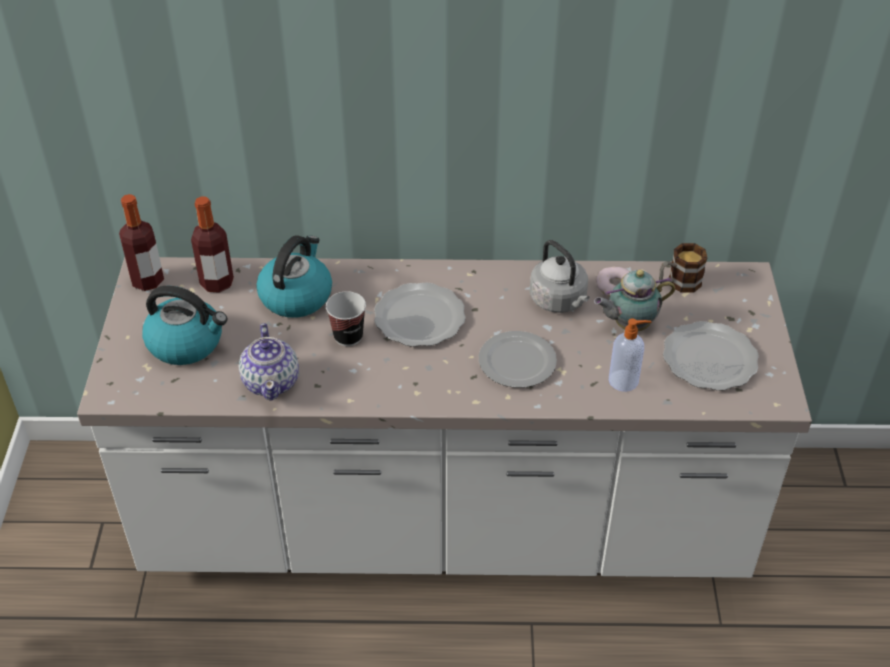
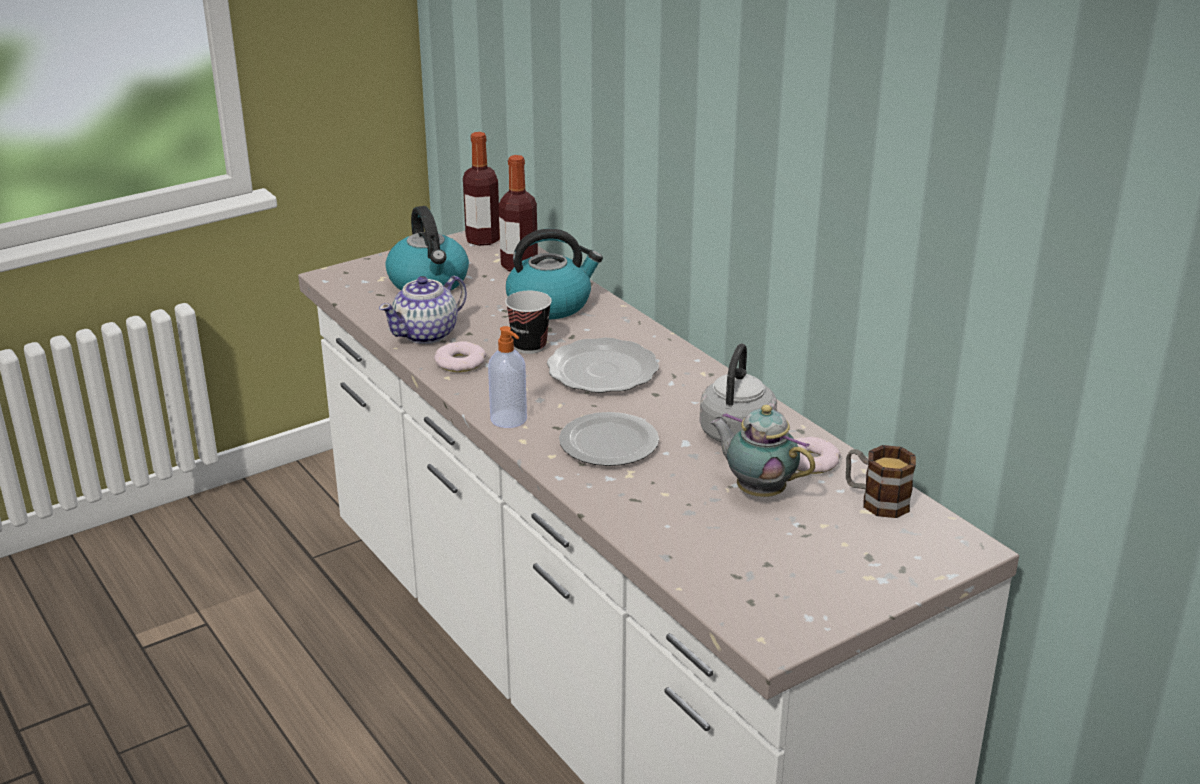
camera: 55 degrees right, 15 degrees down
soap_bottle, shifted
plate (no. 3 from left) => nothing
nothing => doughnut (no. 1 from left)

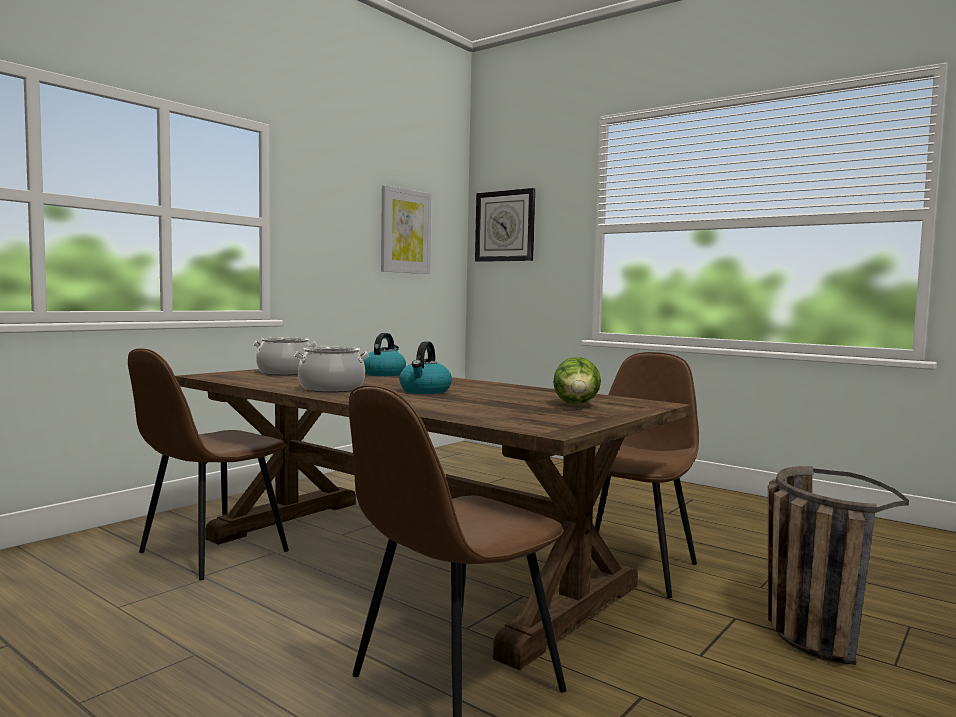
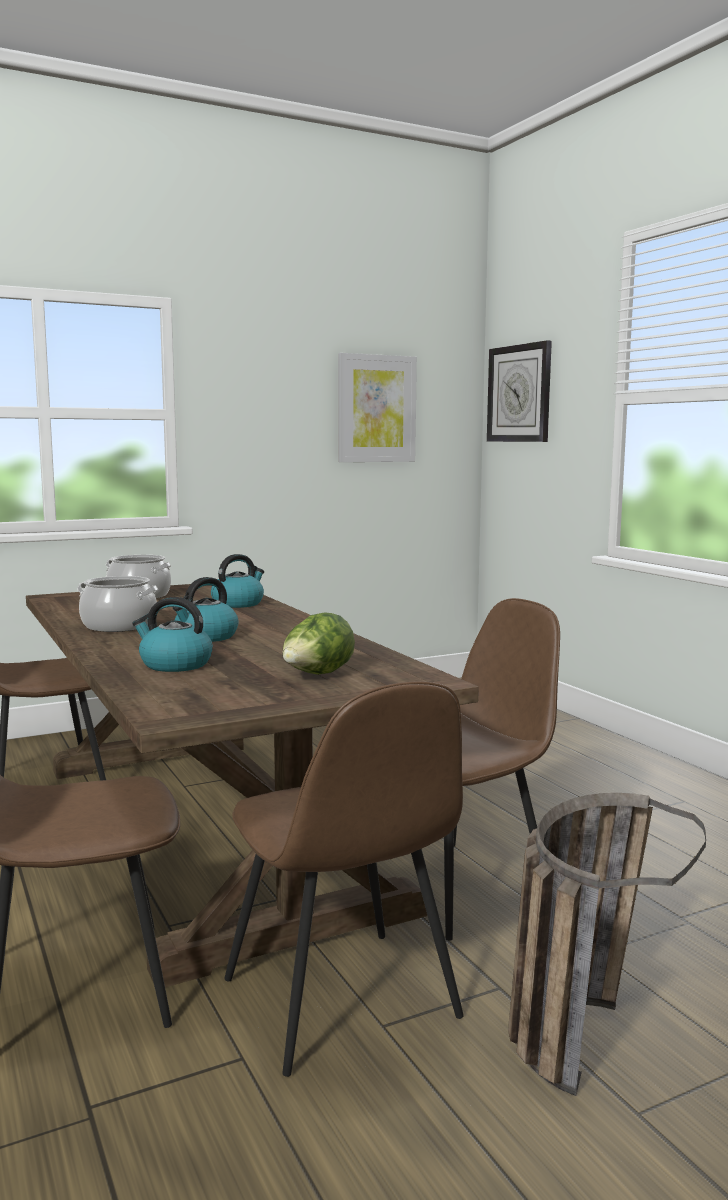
camera: 25 degrees right, 5 degrees up
nothing => kettle (no. 1 from left)
nothing => brown-coloured_upright_chair (no. 3 from left)

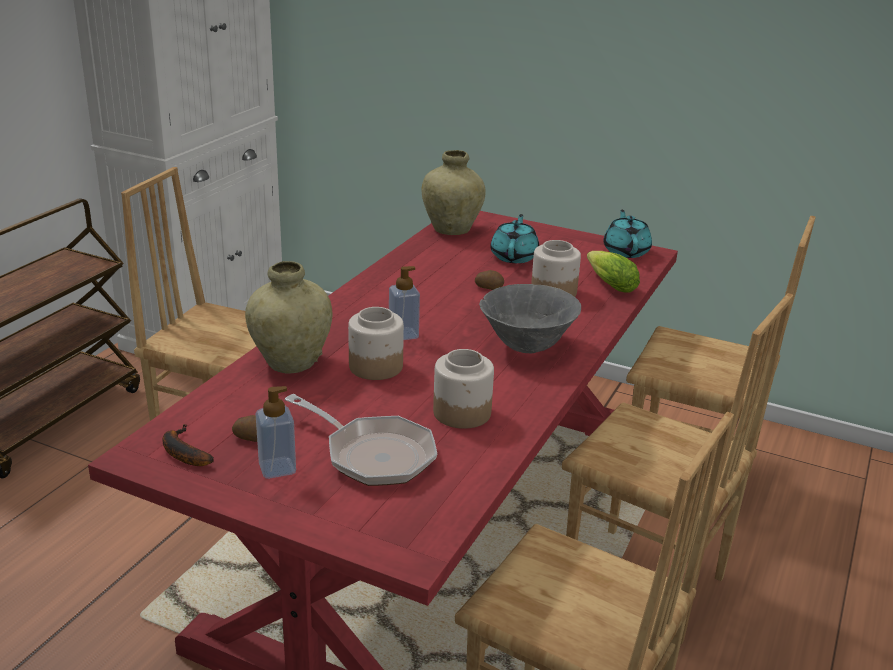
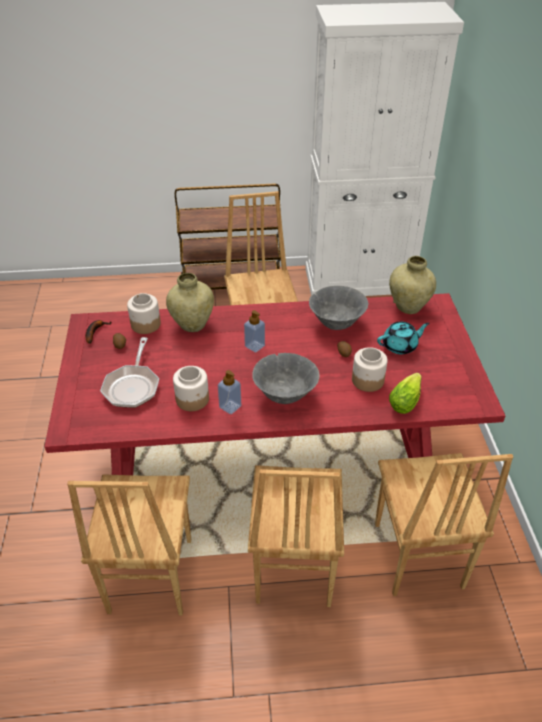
camera: 60 degrees right, 15 degrees up
blue-green_pot_for_tea (no. 2 from left) => nothing
storage_jar (no. 1 from left), shifted
soap_bottle (no. 1 from left), shifted
nothing => gray_deep_dish (no. 2 from left)

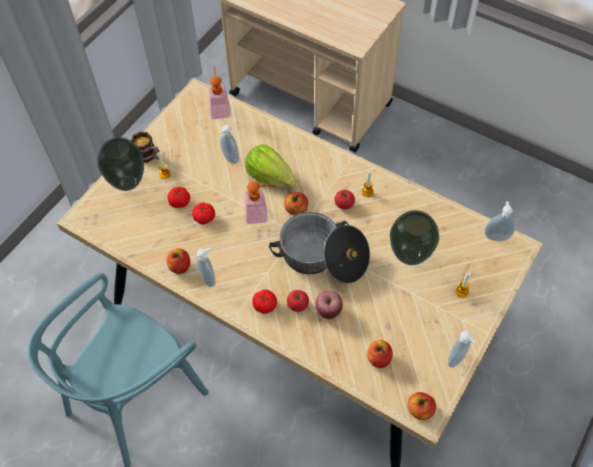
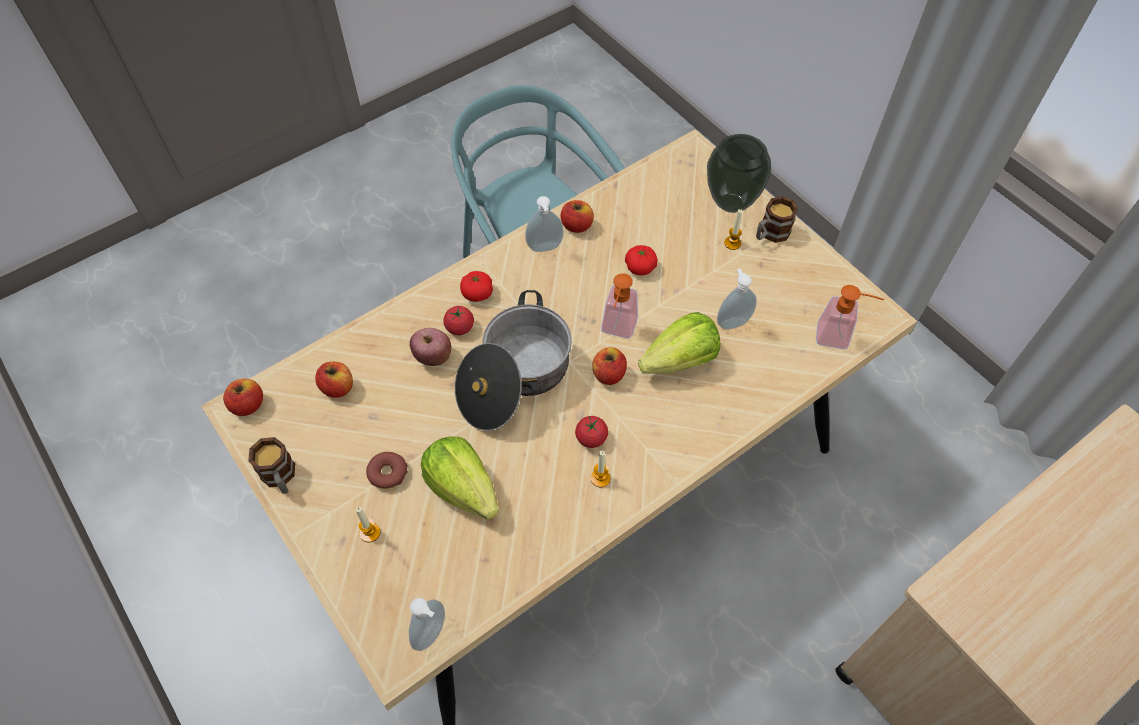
camera: 110 degrees right, 0 degrees up
whole_tomato (no. 1 from left) => nothing
vase (no. 2 from left) => head_of_lettuce (no. 1 from left)
soap_bottle (no. 5 from left) => coffee_mug (no. 1 from left)
nothing => doughnut

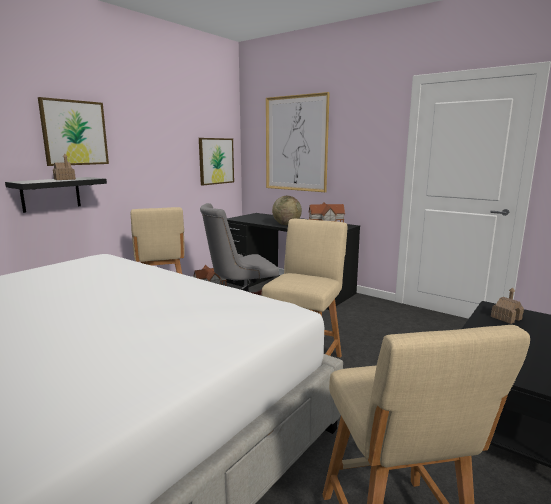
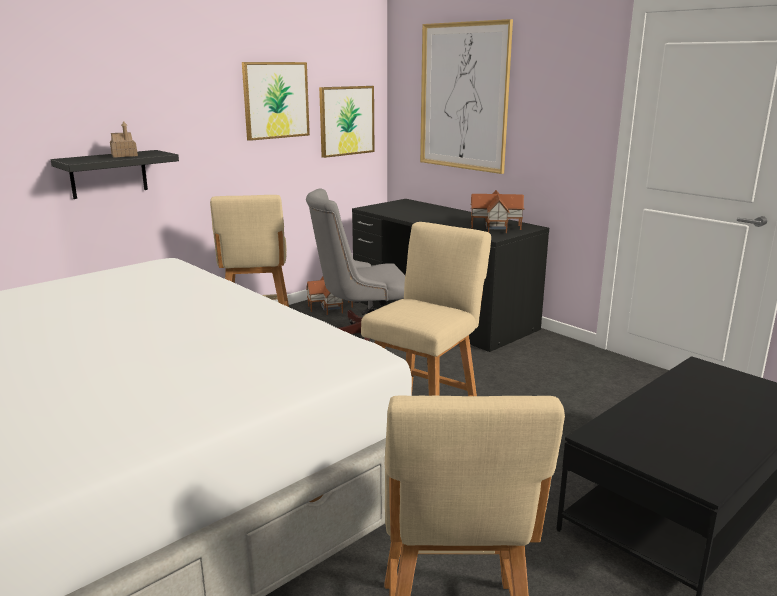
camera: 10 degrees right, 5 degrees up
wall_picture (no. 1 from left), shifted
world_globe => nothing
model_house (no. 4 from left) => nothing

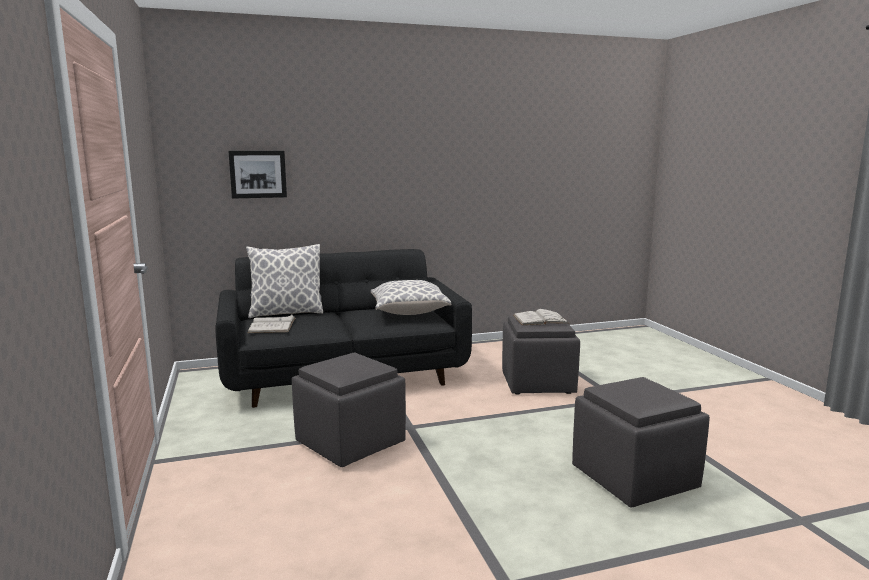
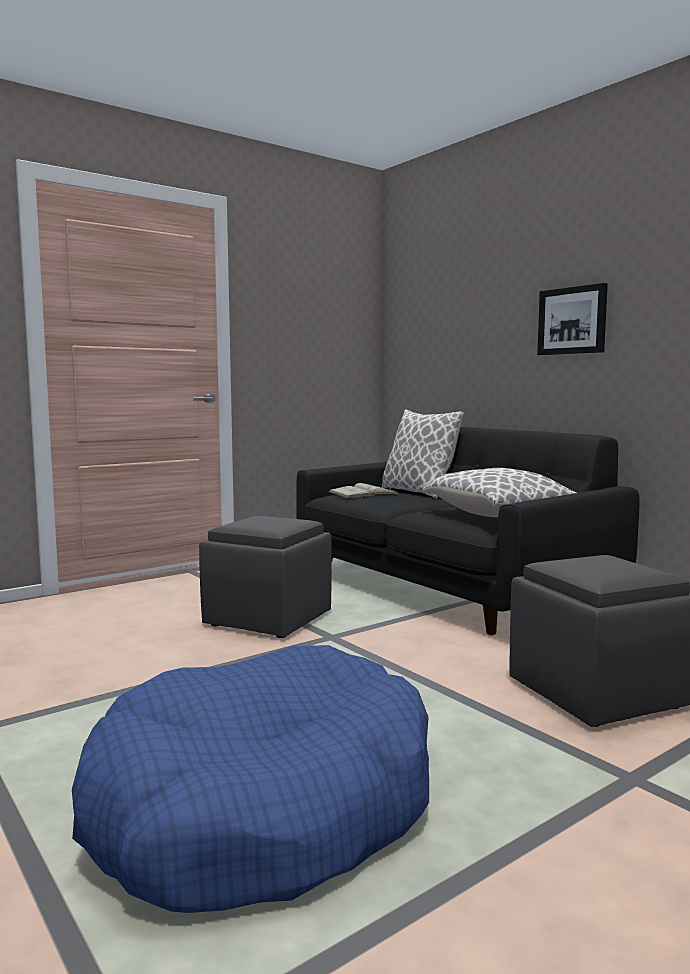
camera: 70 degrees right, 5 degrees down
wall_picture, shifted
white_bound_book (no. 2 from left) => nothing
gray_footrest (no. 3 from left) => bluish_dog_cushion

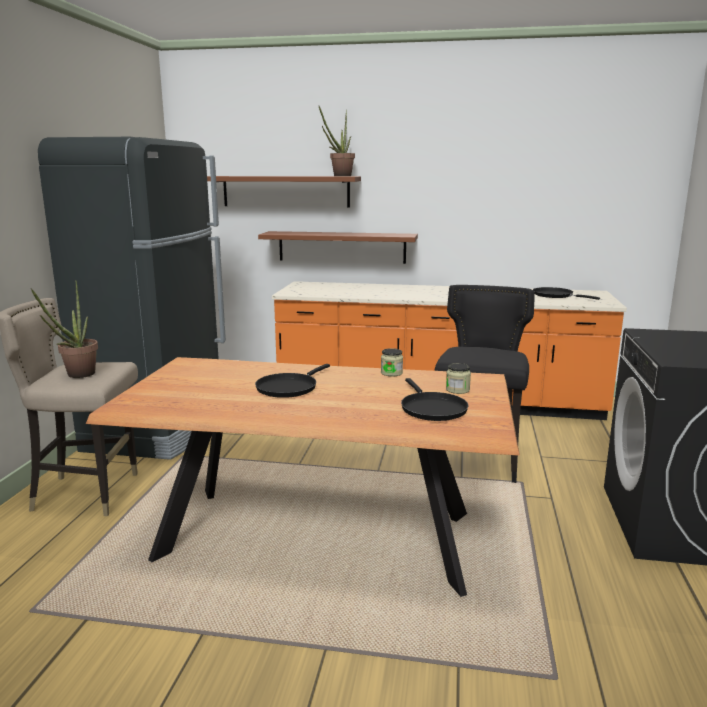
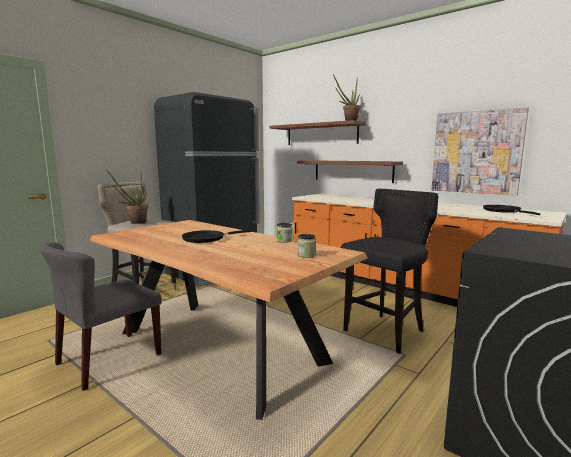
camera: 30 degrees right, 5 degrees down
black_skillet (no. 2 from left) => nothing
nothing => wall_picture
nothing => gray_upright_chair

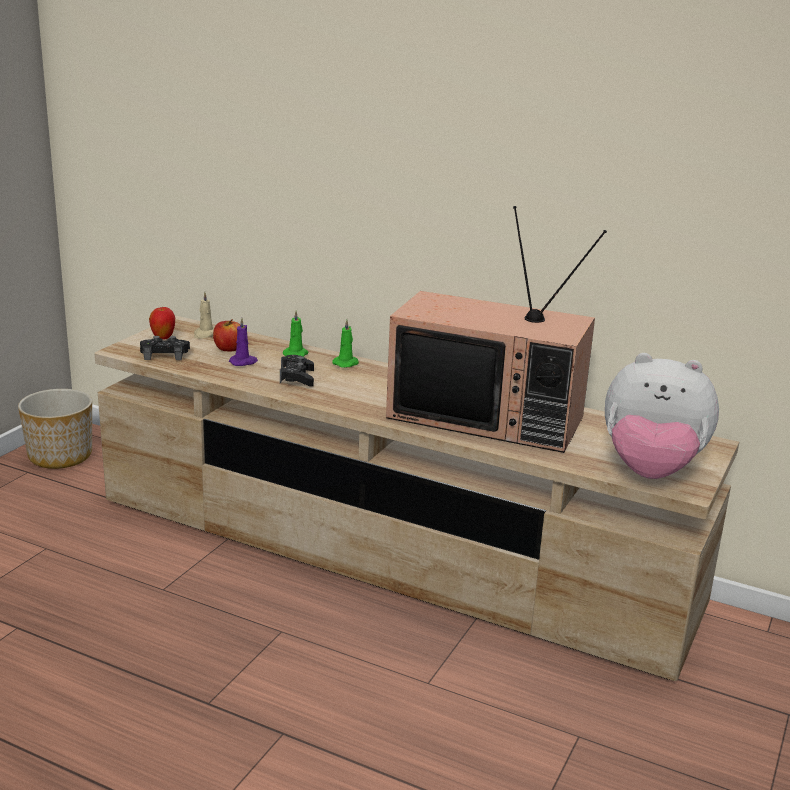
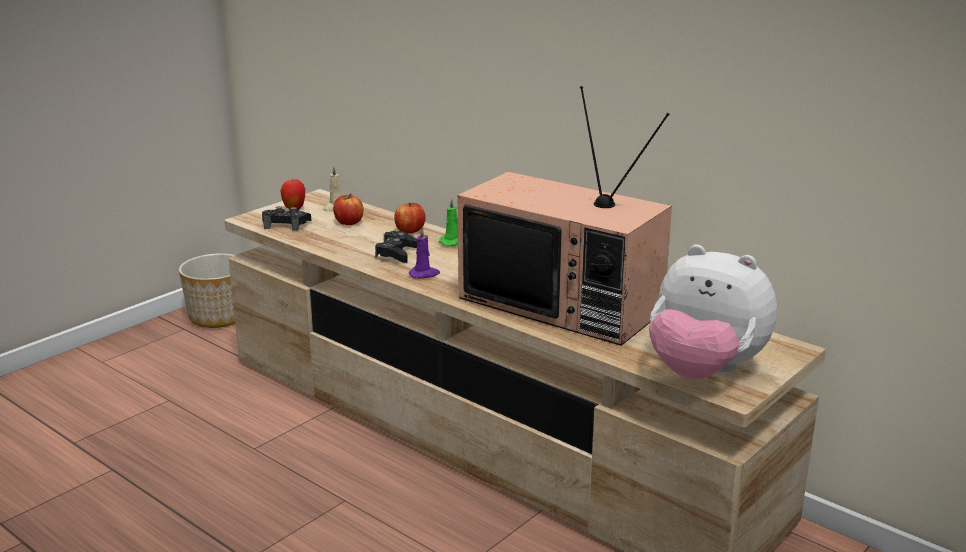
camera: 15 degrees right, 0 degrees up
green-coloured_wax_candle (no. 1 from left) => apple_fruit (no. 3 from left)
purple-coloured_wax_candle, shifted

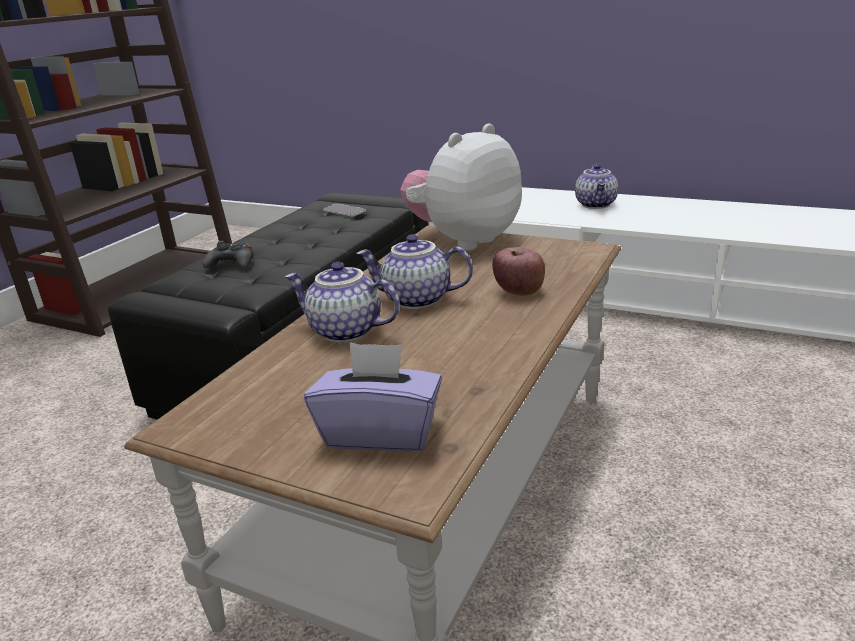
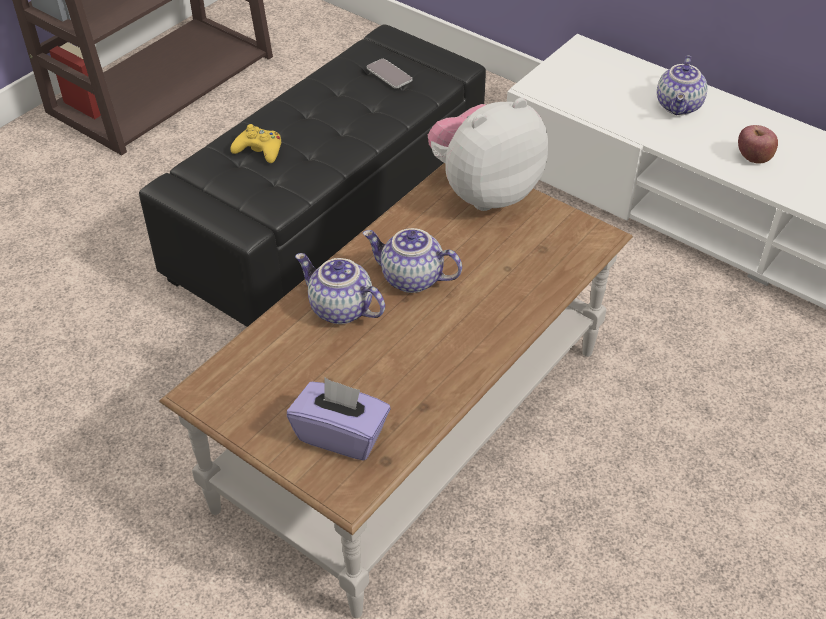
camera: 10 degrees right, 20 degrees up
black_game_controller => yellow_game_controller
apple_fruit, shifted

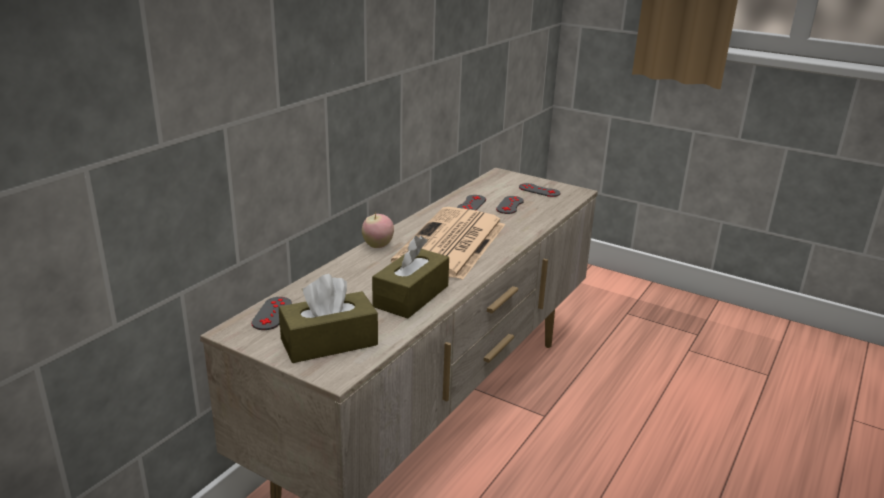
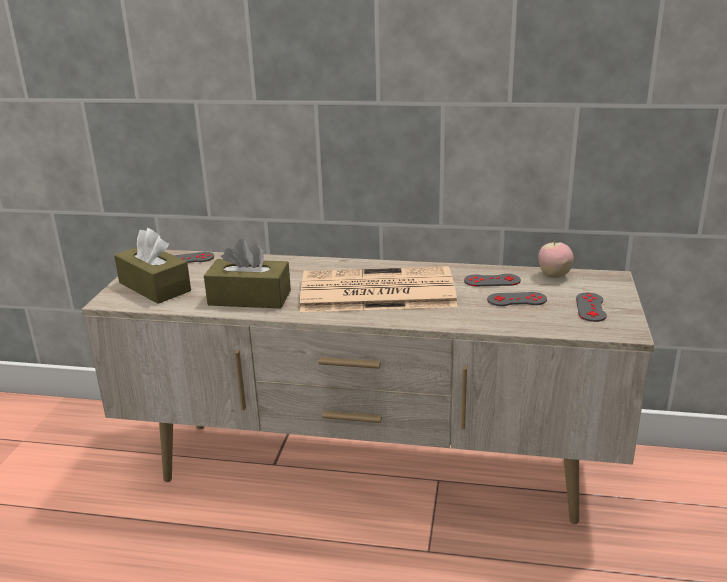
camera: 70 degrees right, 0 degrees up
apple_fruit, shifted

